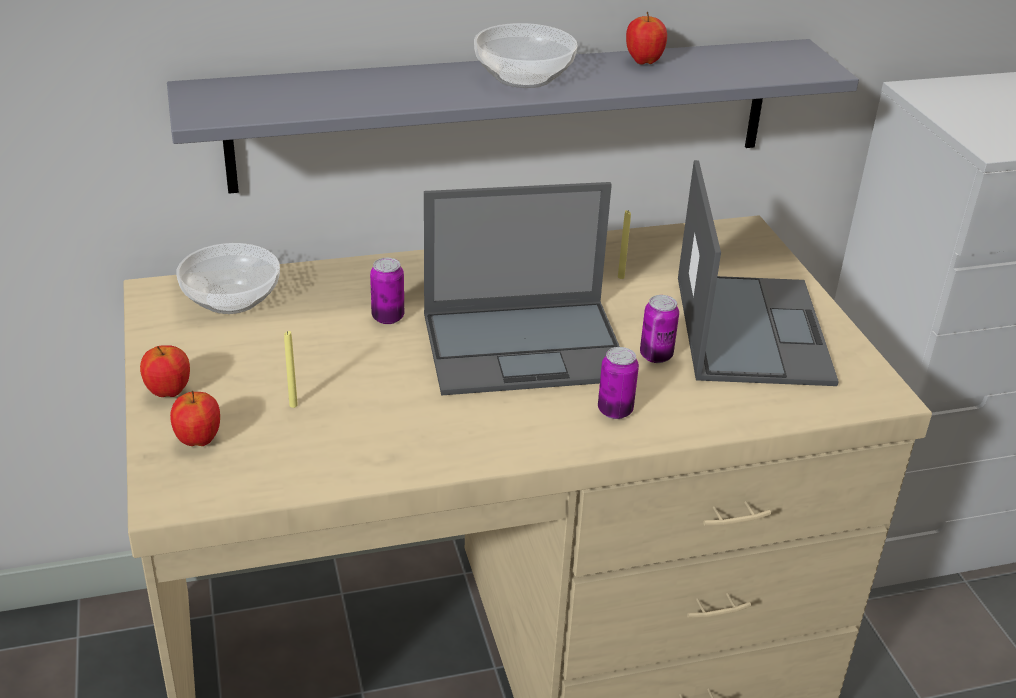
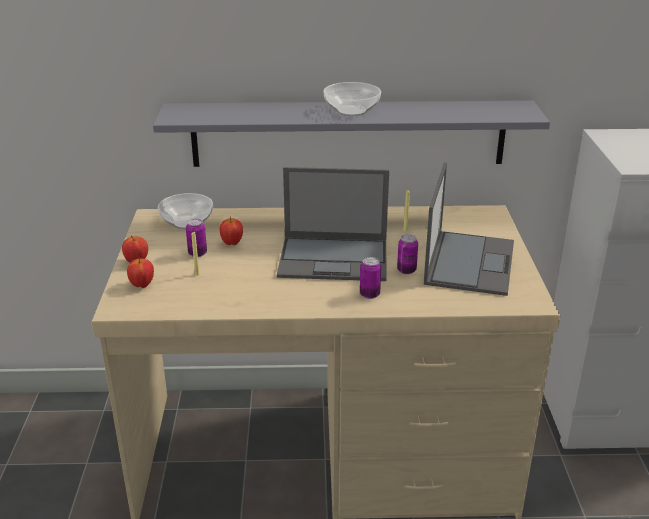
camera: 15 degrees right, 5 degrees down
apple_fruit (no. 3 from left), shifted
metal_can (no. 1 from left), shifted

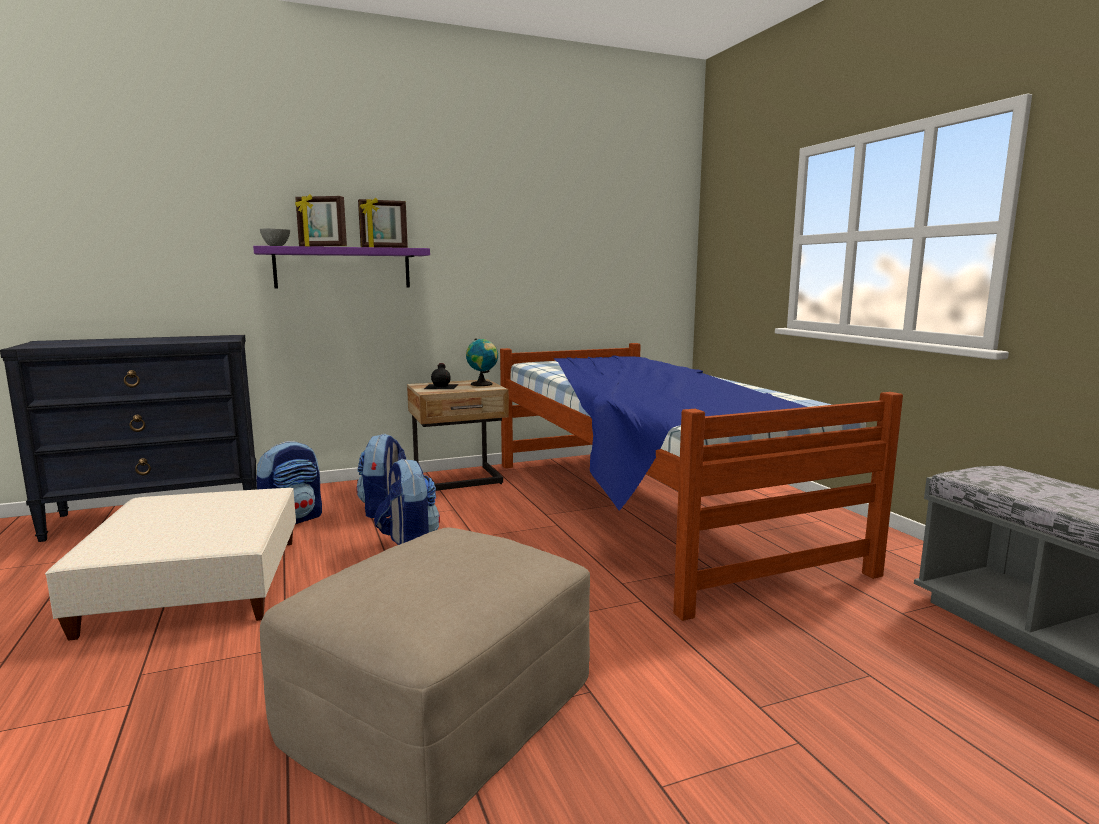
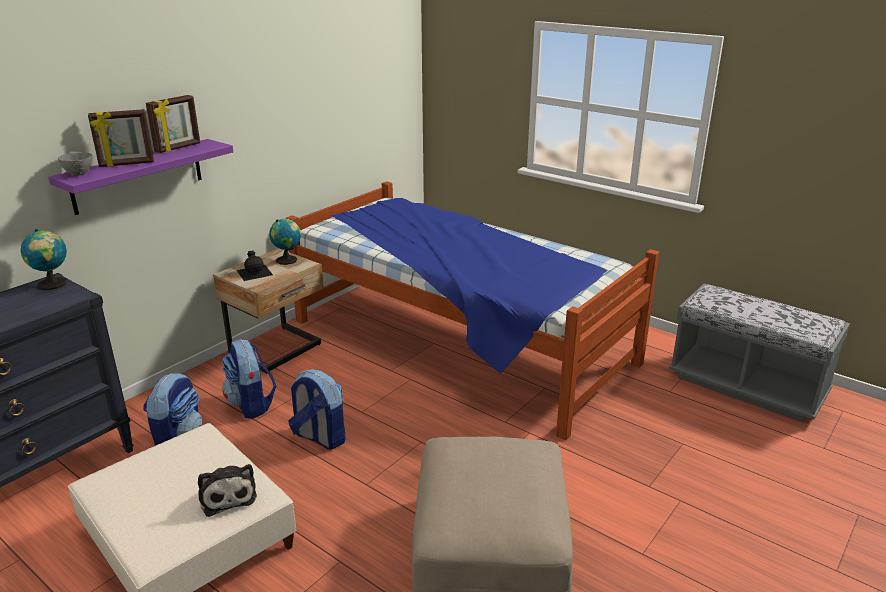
camera: 30 degrees left, 15 degrees up
nothing => world_globe (no. 1 from left)
nothing => soft_toy

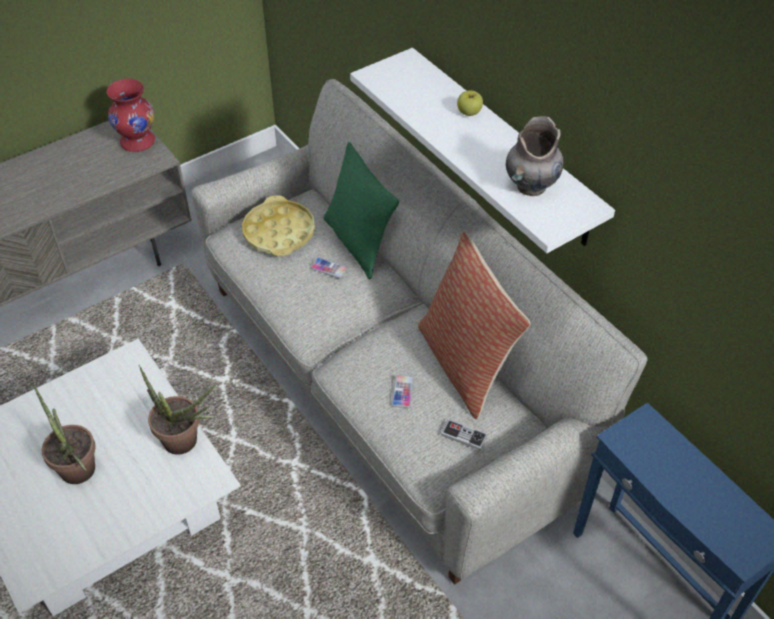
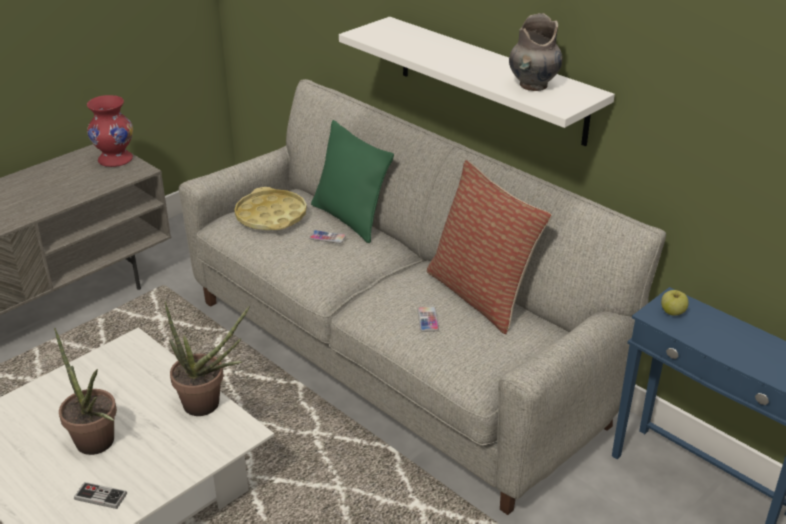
camera: 10 degrees left, 15 degrees down
apple_fruit, shifted
game_controller, shifted

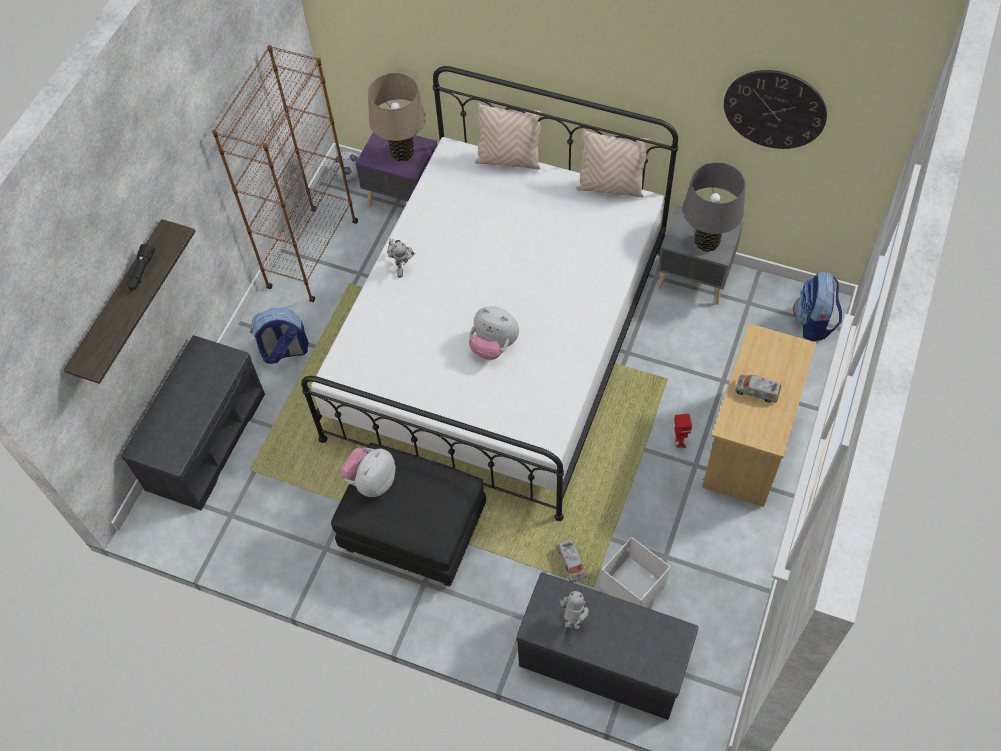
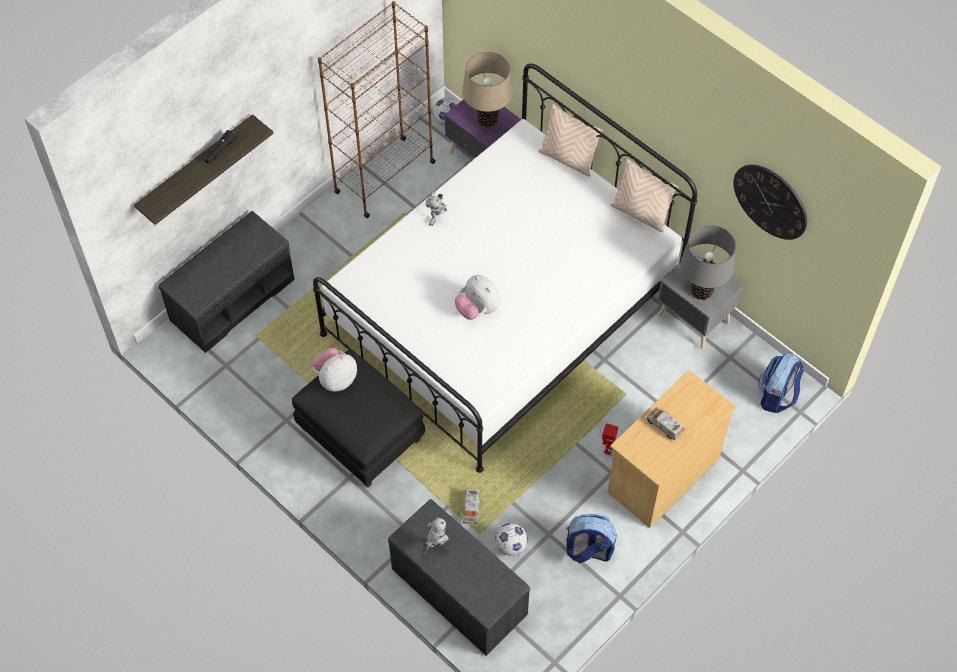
camera: 20 degrees right, 0 degrees up
knapsack (no. 1 from left), shifted
white_storage_box => ball_for_football (no. 2 from left)

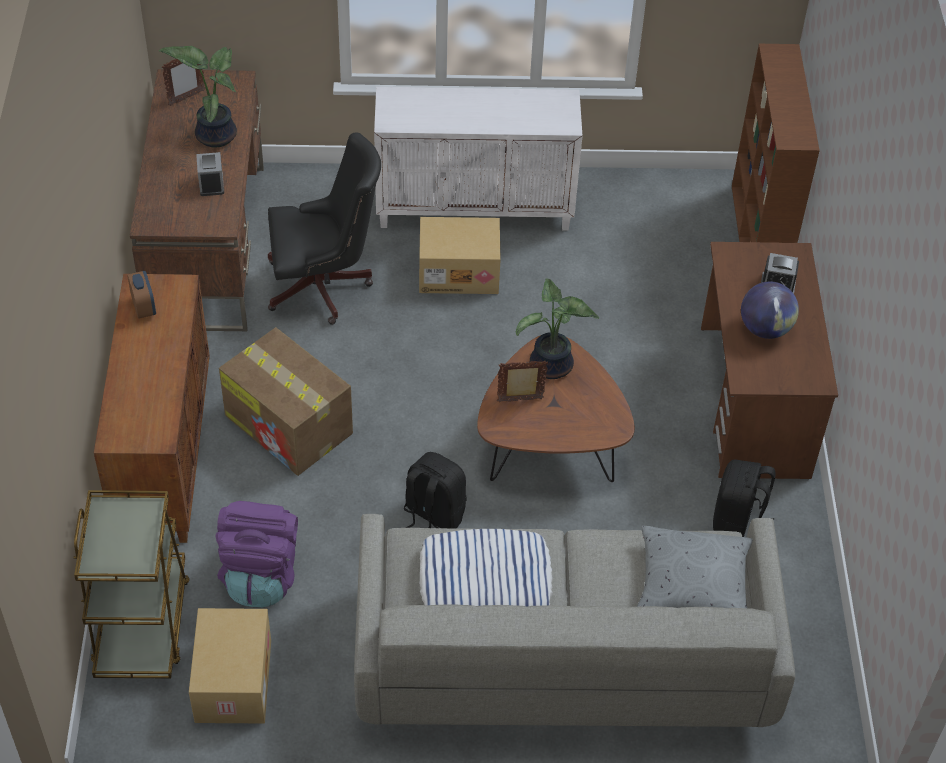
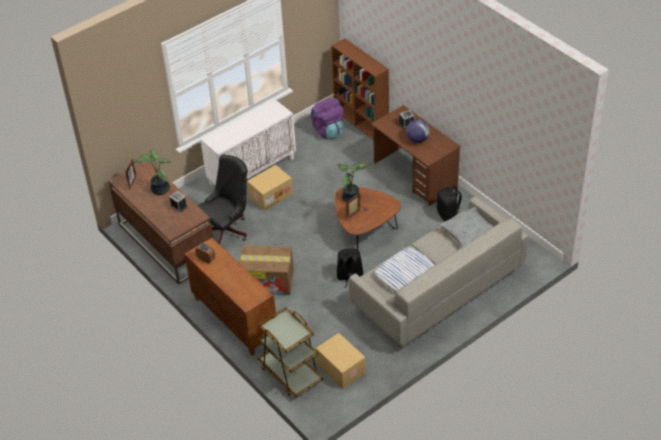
camera: 35 degrees left, 5 degrees down
purple-coloured_knapsack, shifted

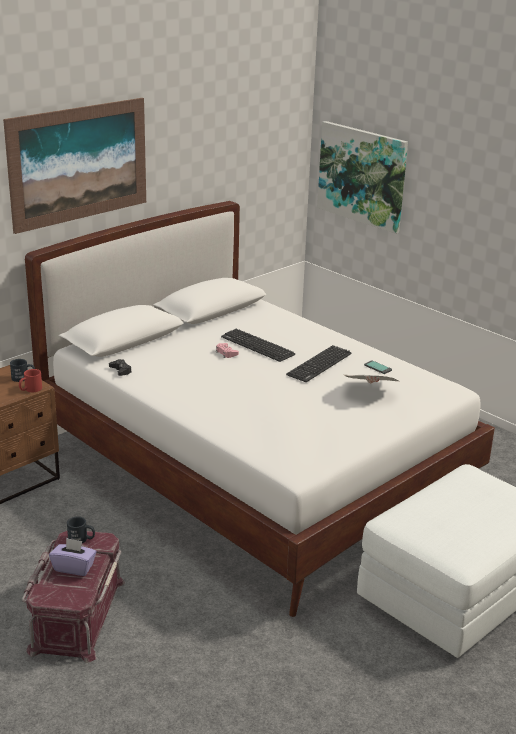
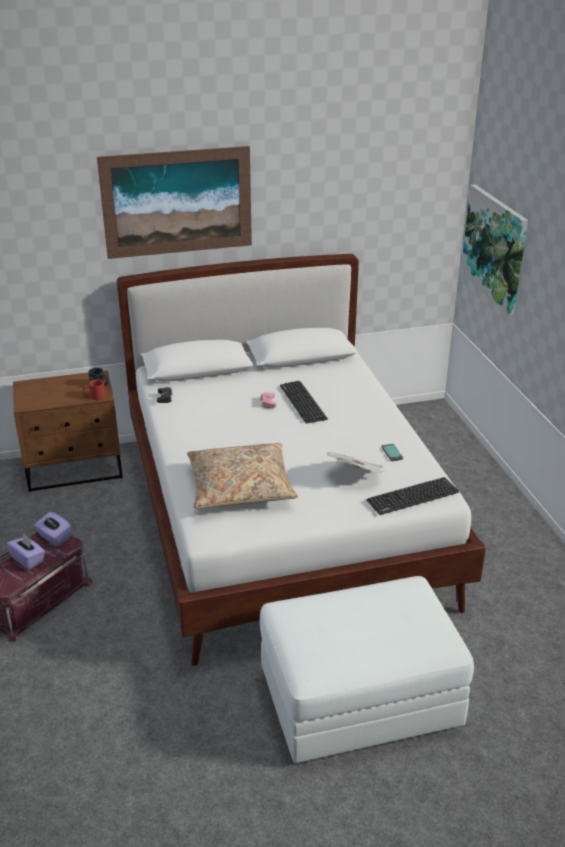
camera: 30 degrees right, 5 degrees up
PC_keyboard (no. 2 from left), shifted
black_coffee_mug (no. 2 from left) => purple-coloured_box_of_tissues (no. 2 from left)
nothing => sand-coloured_pillow

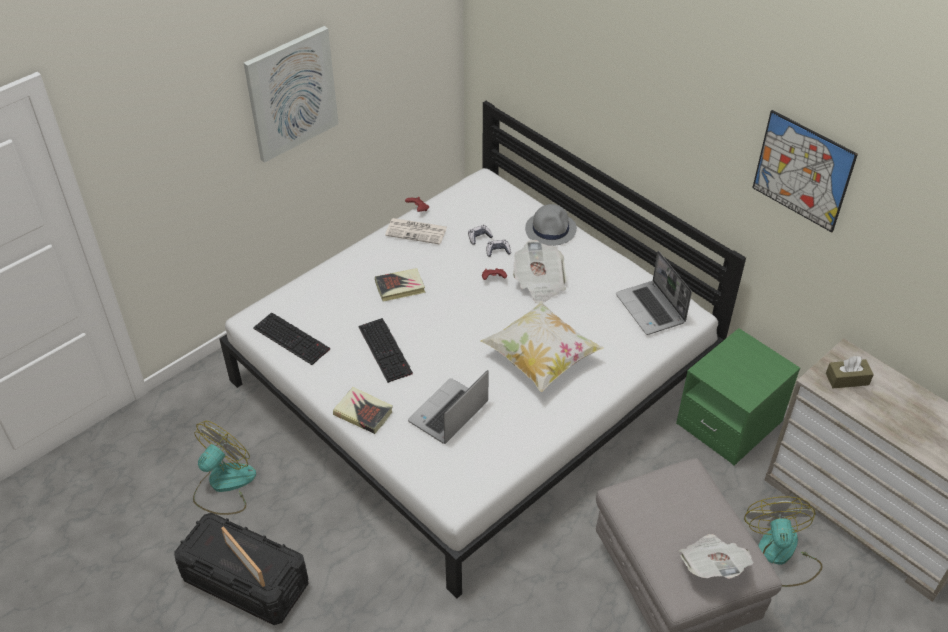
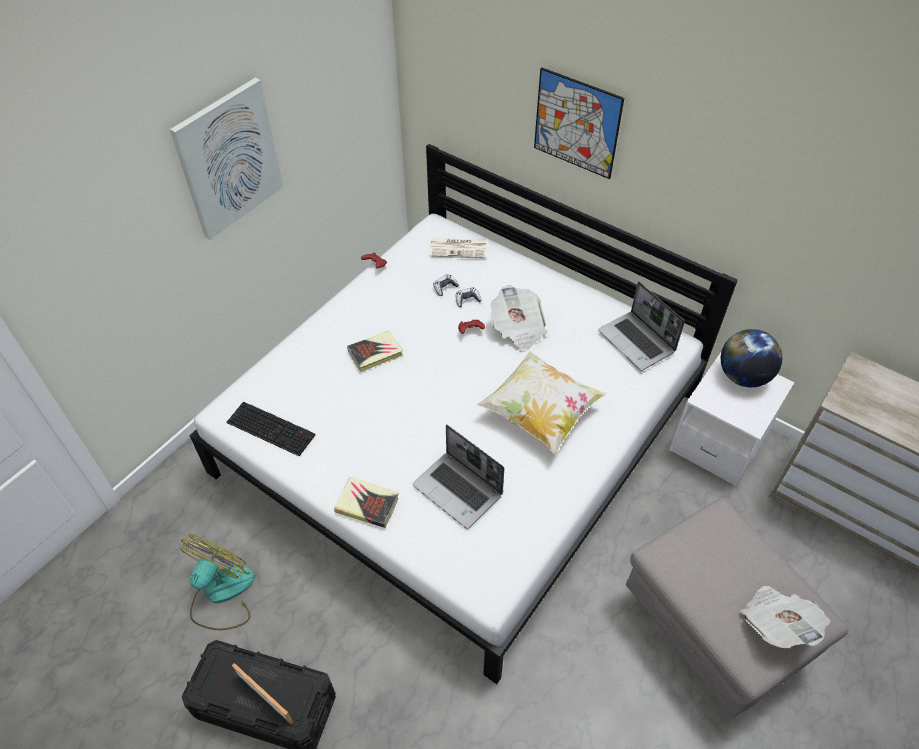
camera: 10 degrees left, 5 degrees up
wall_picture (no. 2 from left), shifted
gray_hat => nothing
daily_paper (no. 1 from left), shifted
PC_keyboard (no. 2 from left) => nothing
green-coloured_night_table => white_night_table
brown-coloured_box_of_tissues => nothing
laptop (no. 1 from left), 75 degrees counterclockwise
cooling_fan (no. 2 from left) => nothing
nothing => world_globe

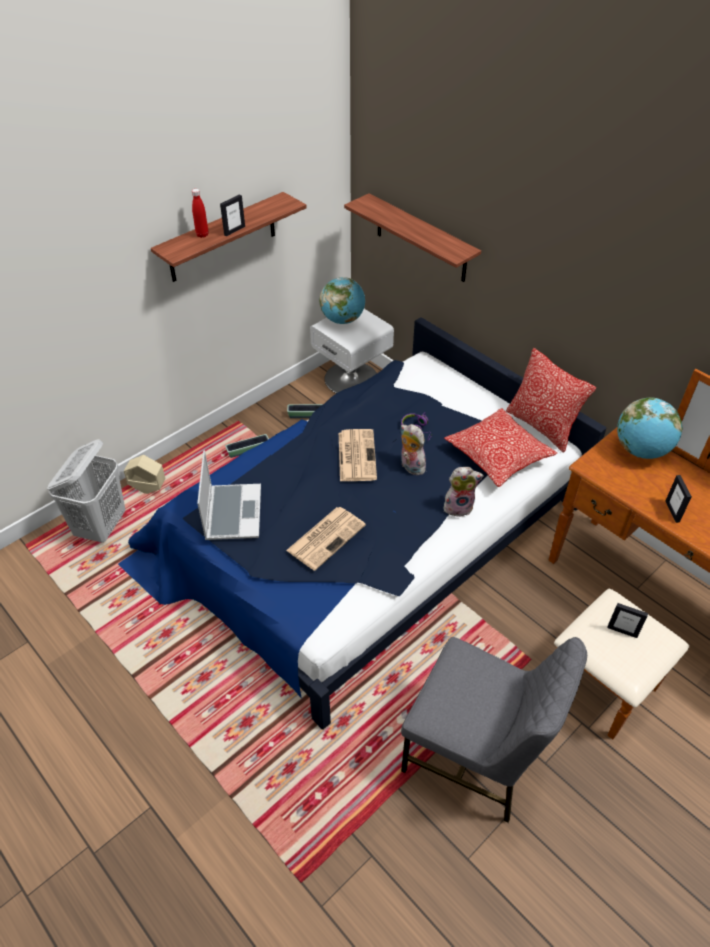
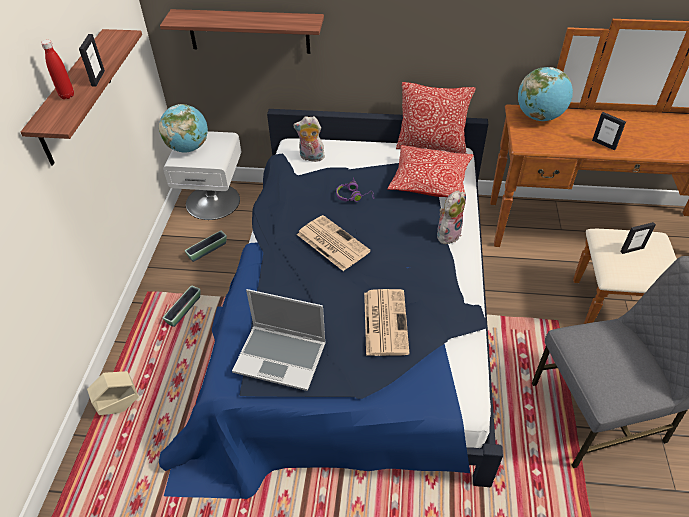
camera: 40 degrees left, 0 degrees up
soft_toy (no. 1 from left), shifted
white_hamper => nothing
laptop, 150 degrees clockwise

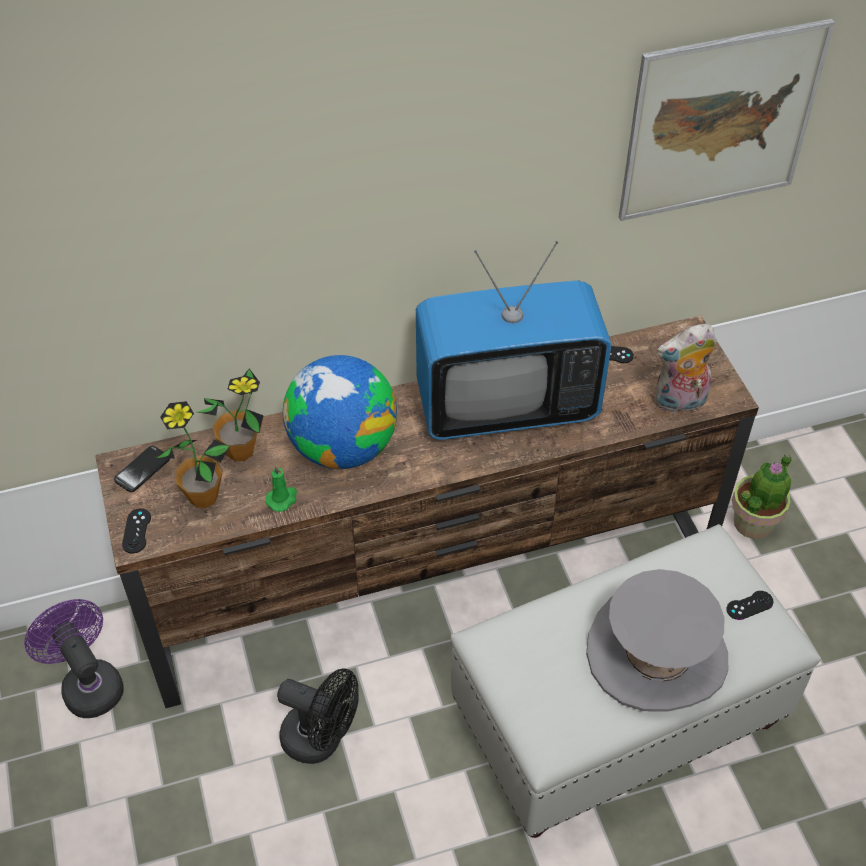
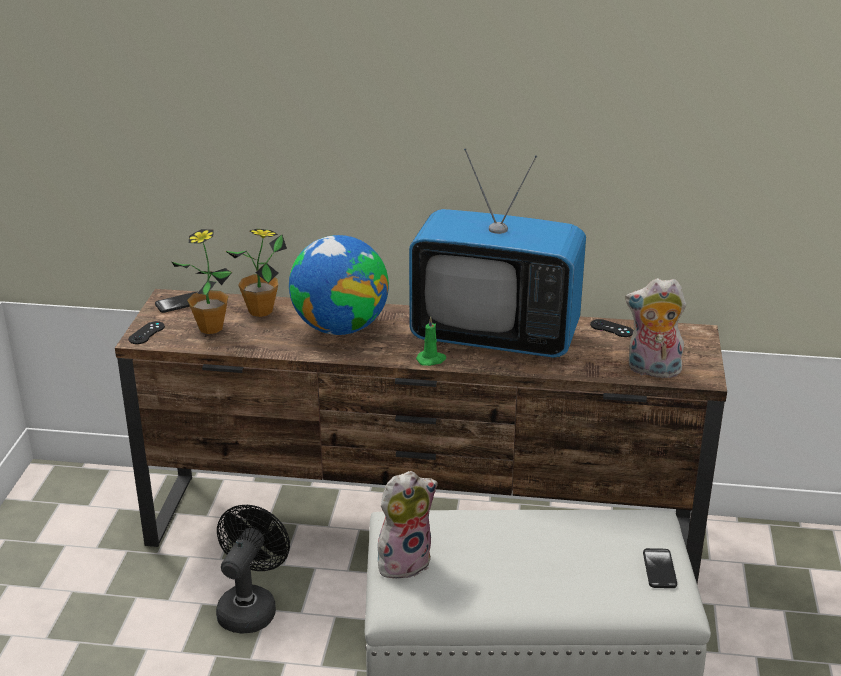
camera: 25 degrees right, 20 degrees down
wall_picture => nothing
houseplant (no. 3 from left) => nothing
green-coloured_wax_candle, shifted
gray_hat => nothing
black_game_controller (no. 3 from left) => phone (no. 2 from left)
purple-coloured_cooling_fan => nothing
black_cooling_fan, 120 degrees counterclockwise
nothing => soft_toy (no. 1 from left)

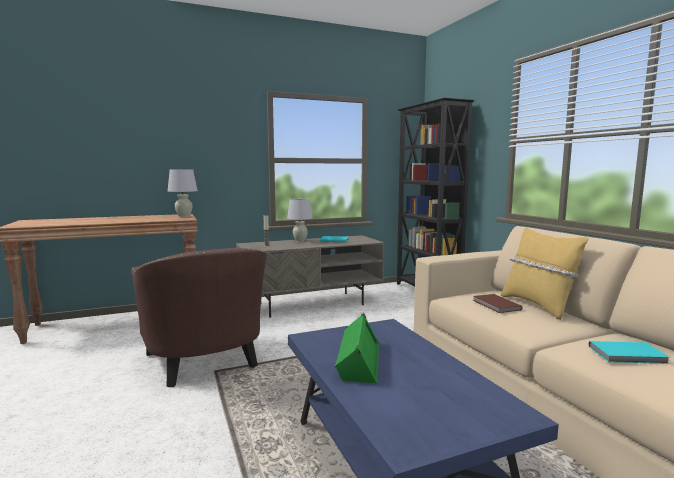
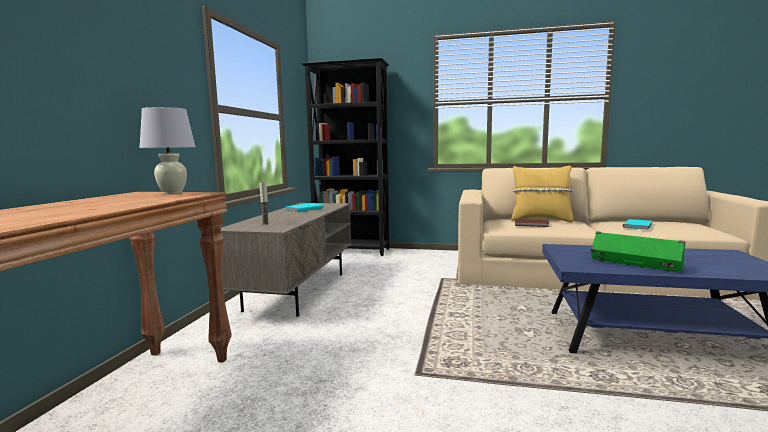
camera: 55 degrees left, 0 degrees up
white_lamp_for_a_table (no. 2 from left) => nothing
brown-coloured_armchair => nothing

